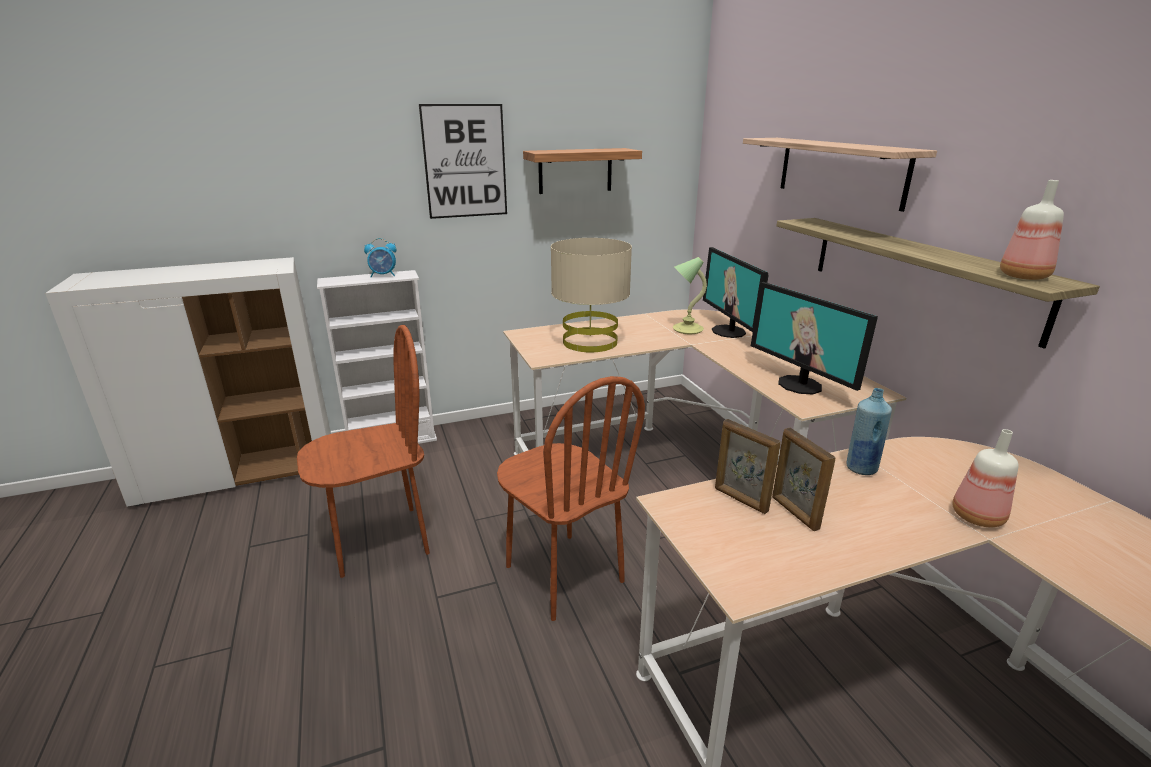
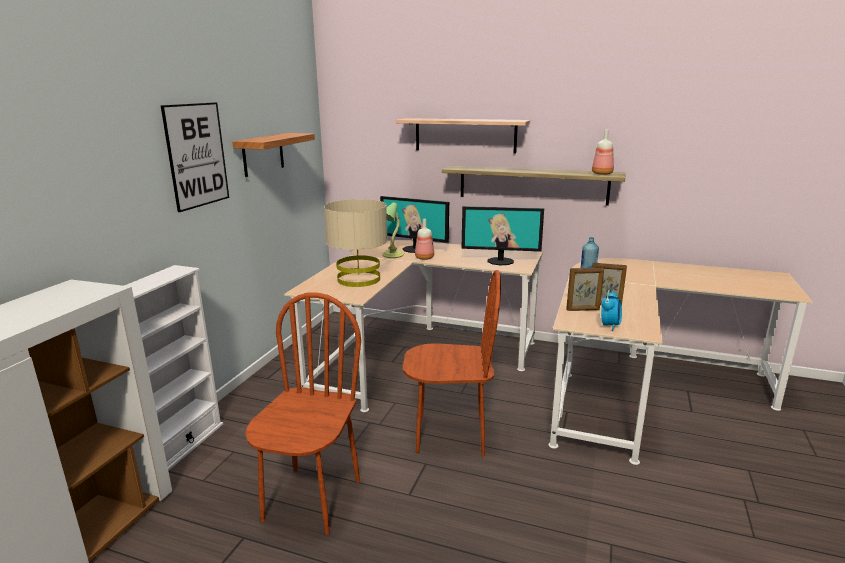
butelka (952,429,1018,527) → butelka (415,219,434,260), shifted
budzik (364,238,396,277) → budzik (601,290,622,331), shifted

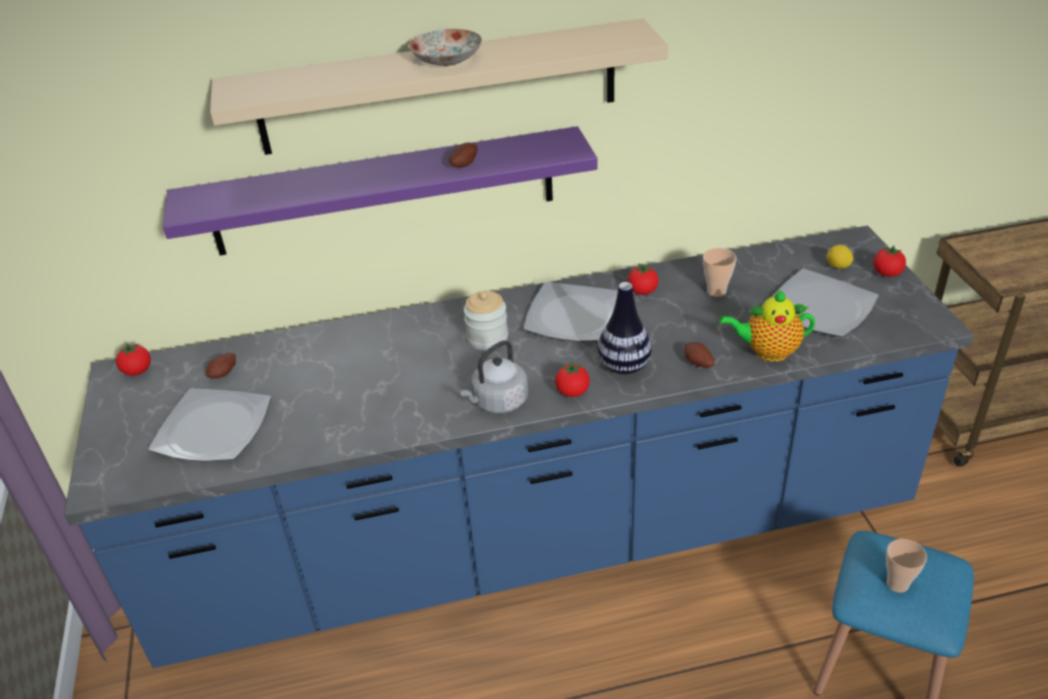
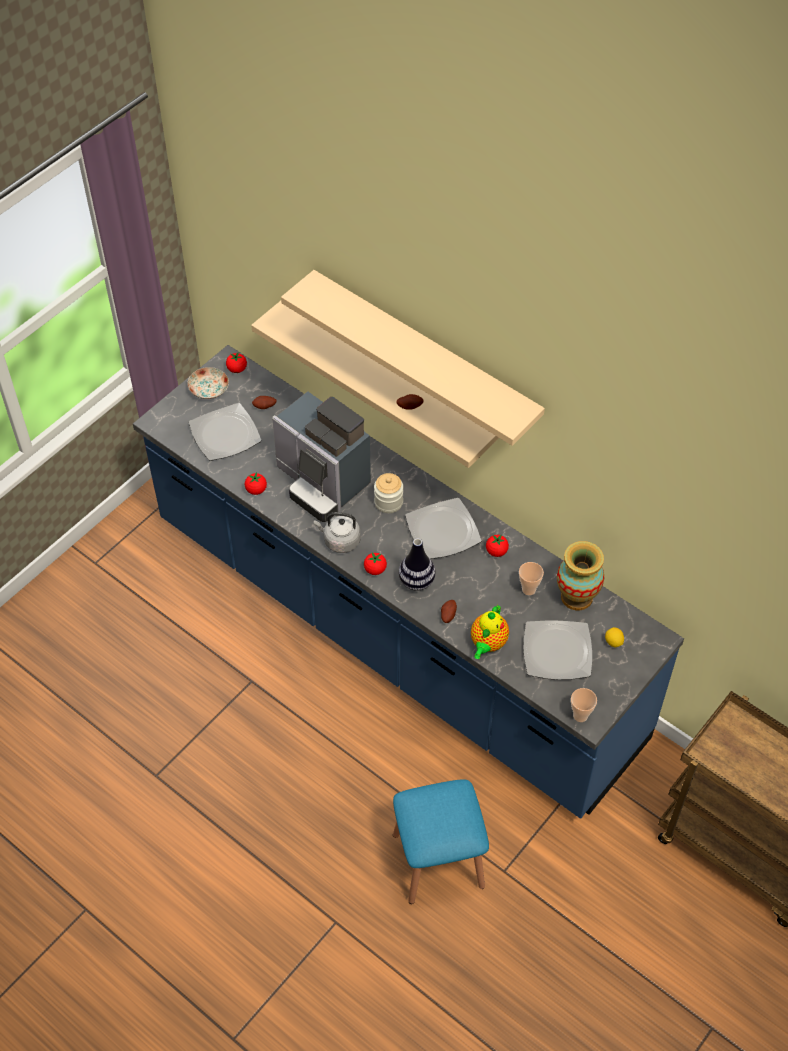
talerz (409,29,482,66) → talerz (187,367,229,399), shifted
pomidor (873,246,906,277) → pomidor (245,472,267,495), shifted
półka [fioletowy] (163,126,597,255) → półka [beżowy] (251,301,499,468)
- → ekspres do kawy (272,391,371,522)
imbryk (719,290,815,362) → imbryk (471,605,509,659), 120 degrees counterclockwise
- → wazon (557,541,604,610)
filiżanka (886,539,927,593) → filiżanka (571,688,597,722), shifted

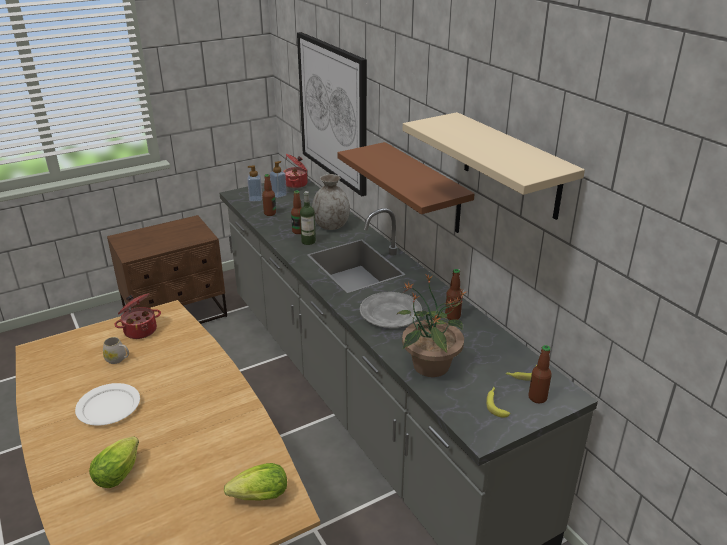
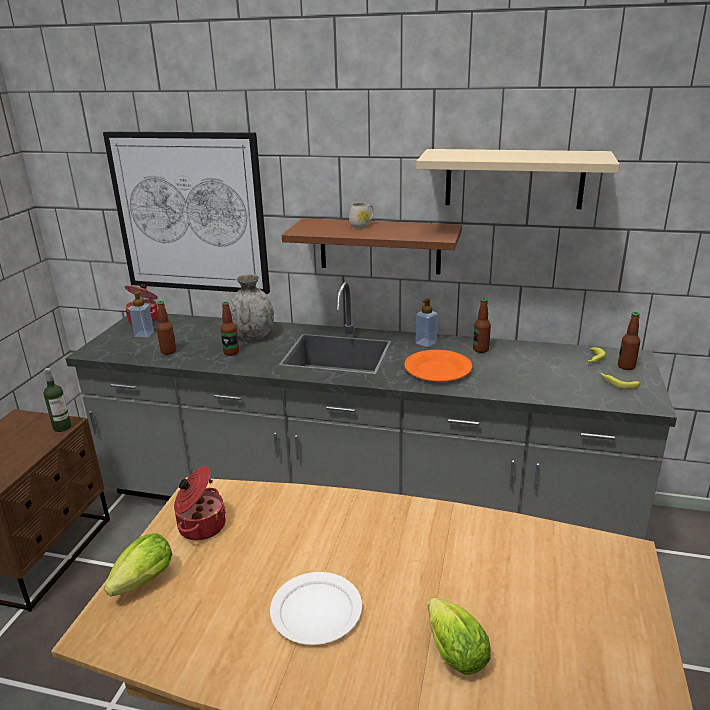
butelka (300,191,316,245) → butelka (43,368,71,432), shifted
sałata (224,463,287,501) → sałata (104,533,172,596), shifted
kubek [biały] (103,337,129,364) → kubek [biały] (349,202,374,228), shifted
talerz [szary] (360,292,422,328) → talerz [pomarańczowy] (404,350,472,381)
dozownik mydła (247,165,262,201) → dozownik mydła (416,298,438,347), shifted
roślina doniczkowa (396,275,468,377) → -

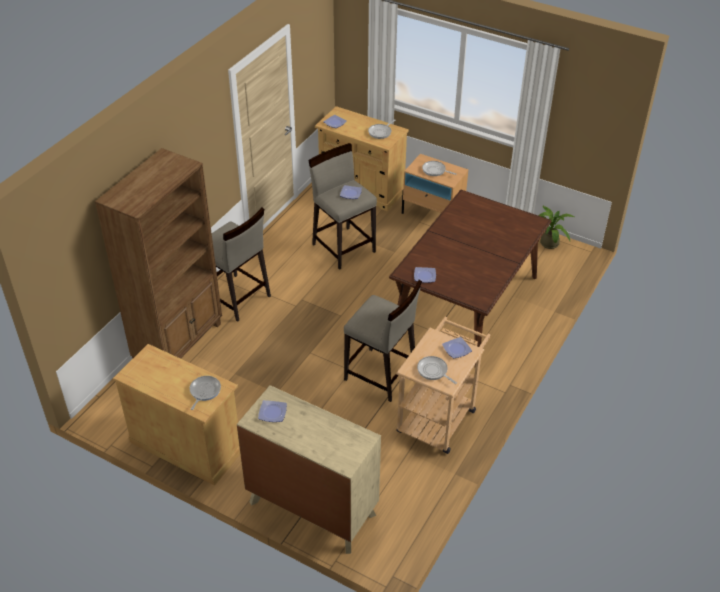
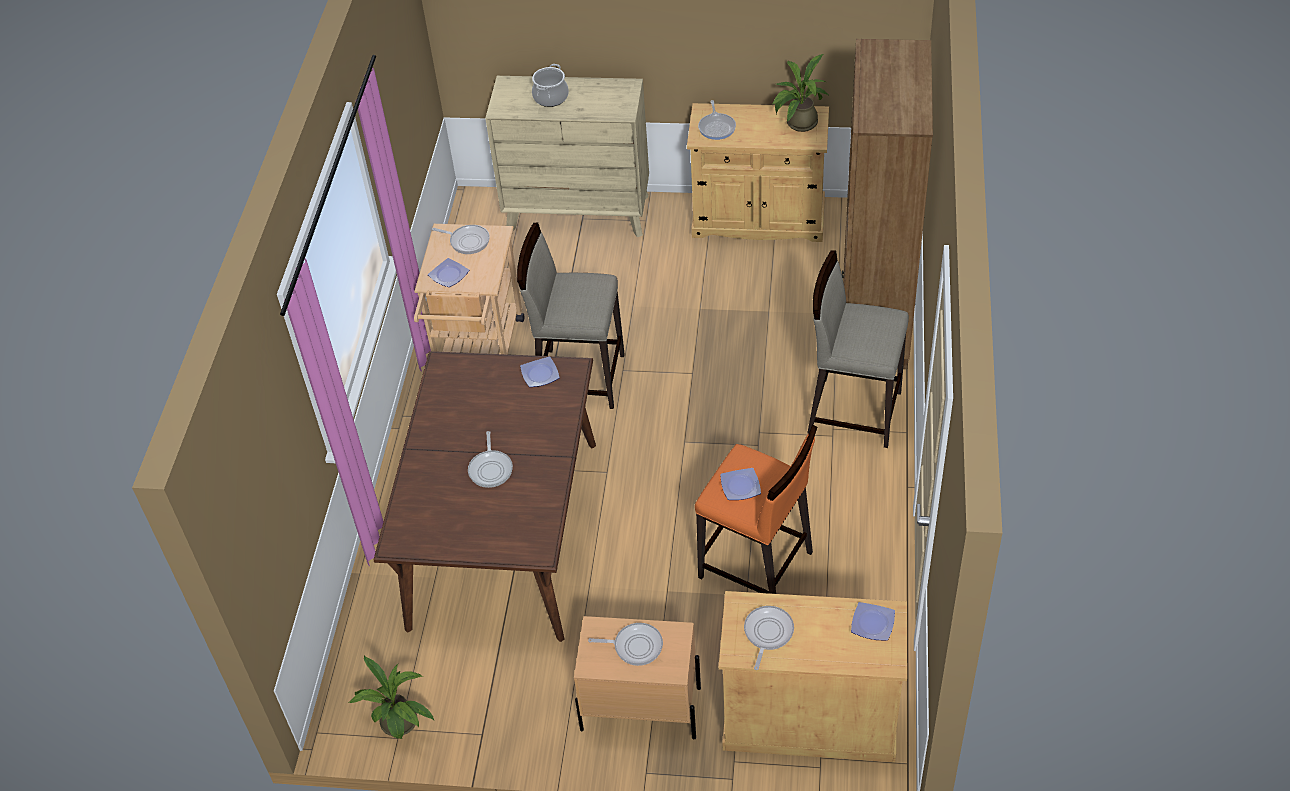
- → patelnia (468,431,513,488)
- → garnek (532,64,569,107)
stołek [beżowy] (308,143,377,270) → stołek [pomarańczowy] (695,425,817,594)
- → roślina doniczkowa (772,54,828,132)
talerz (258,400,287,422) → -

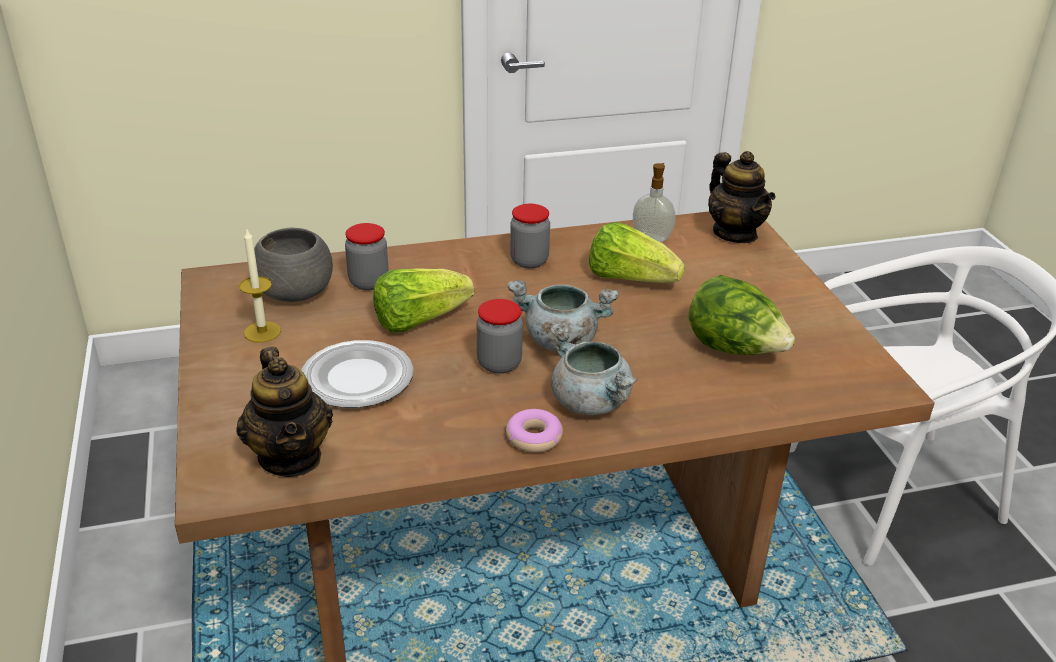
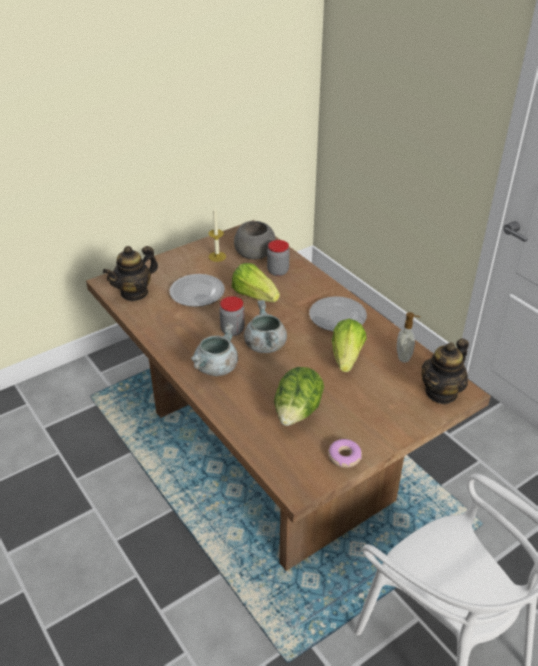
słoik (510,204,550,268) → talerz (309,296,367,332)
donut (506,409,563,453) → donut (328,439,362,468), shifted

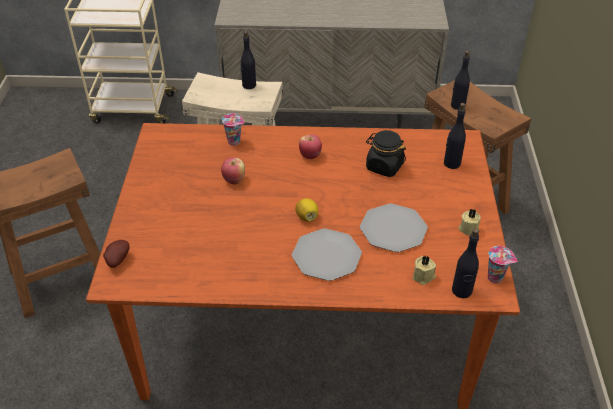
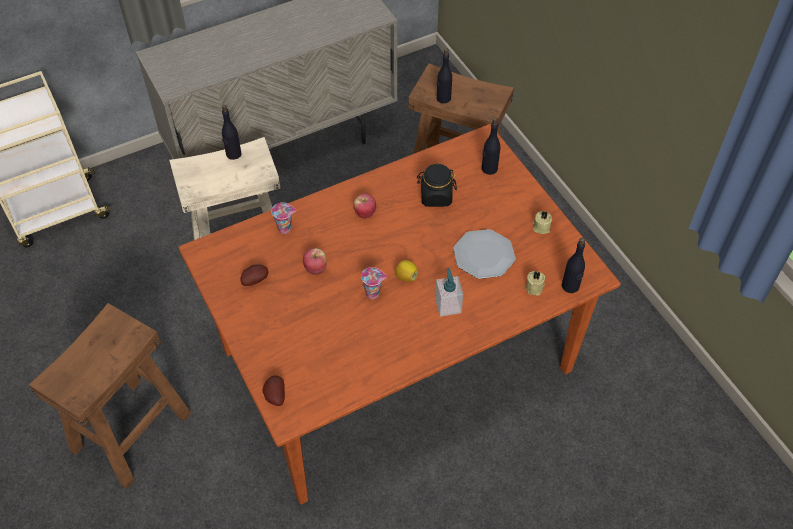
- → ziemniak (240,265,268,286)
filiżanka (488,246,517,284) → filiżanka (361,267,387,299), shifted
talerz (292,228,362,281) → dozownik mydła (435,268,463,317)

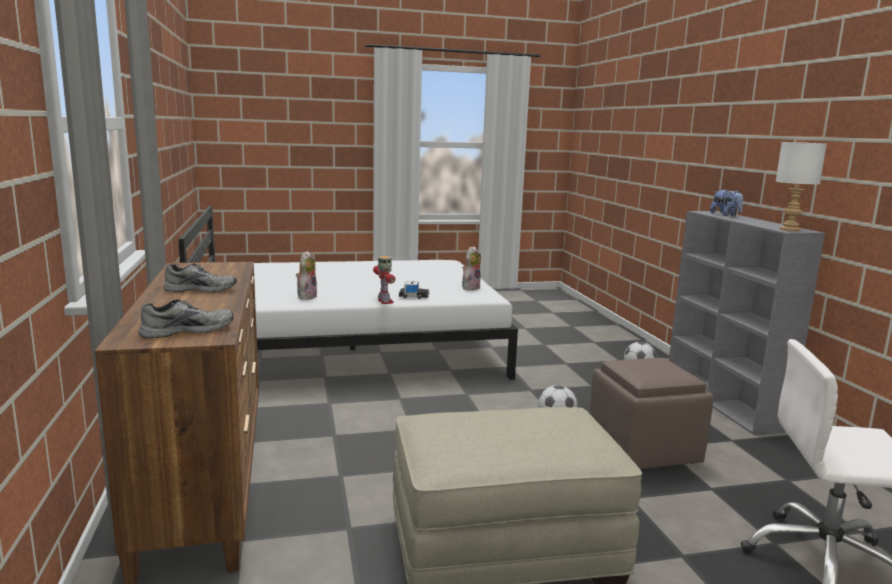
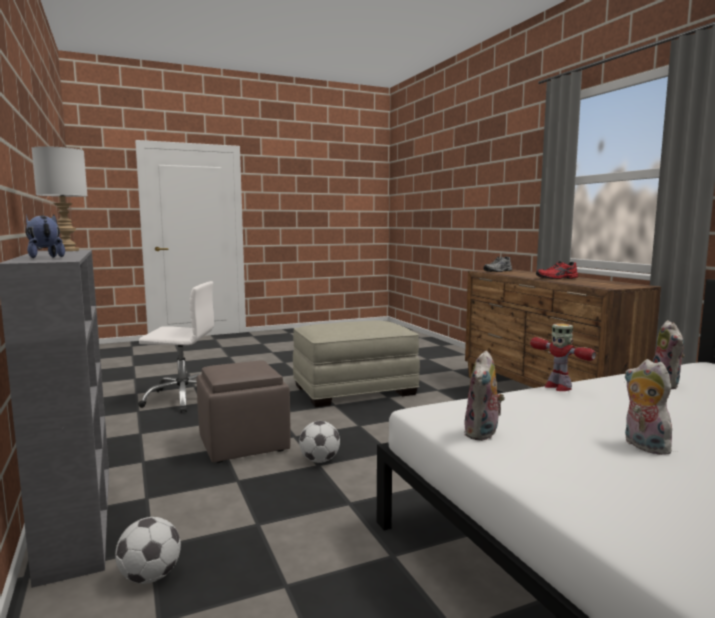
but [szary] (163,263,237,293) → but [czerwony] (536,261,578,279)
- → pluszak (625,359,674,455)
samochodzik (398,280,429,299) → -

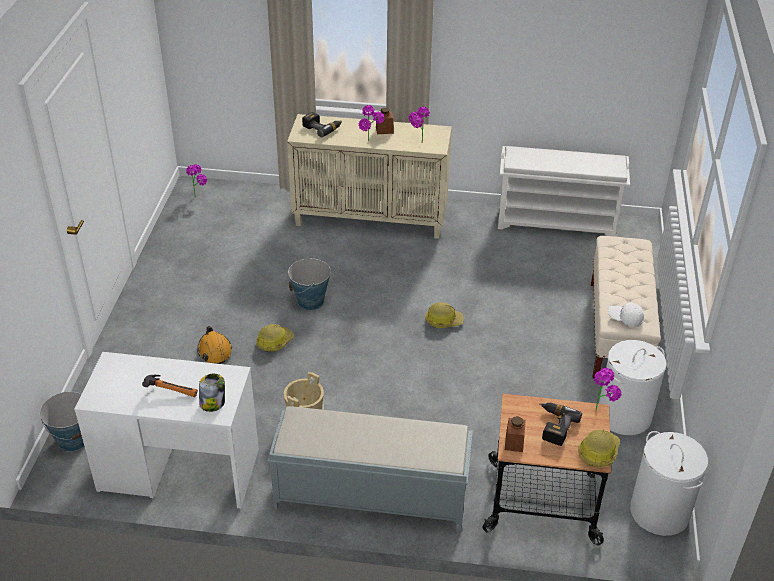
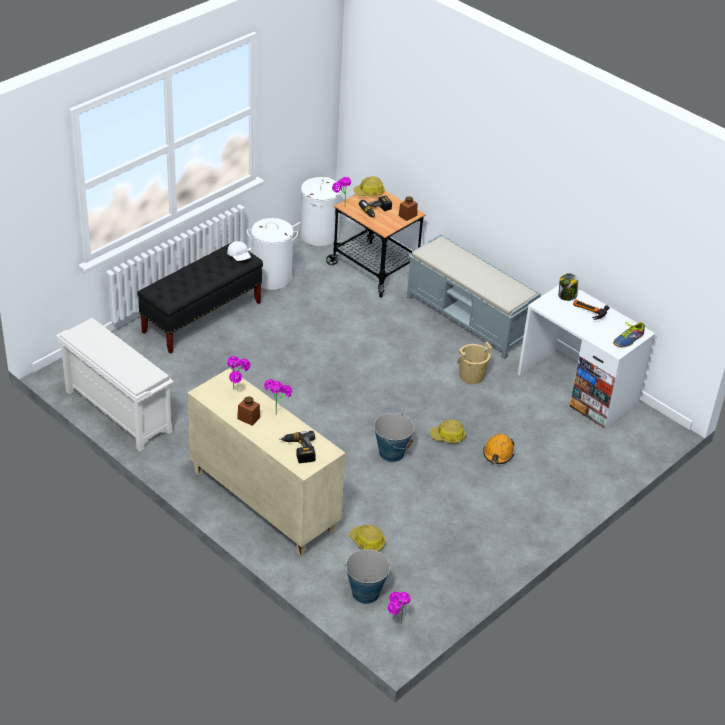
ławka [beżowy] (591,236,661,378) → ławka [czarny] (138,242,263,354)
wiadro (39,391,84,452) → wiadro (345,549,391,604), shifted
kask (425,302,464,328) → kask (349,525,385,551), shifted
- → but (613,319,645,347)

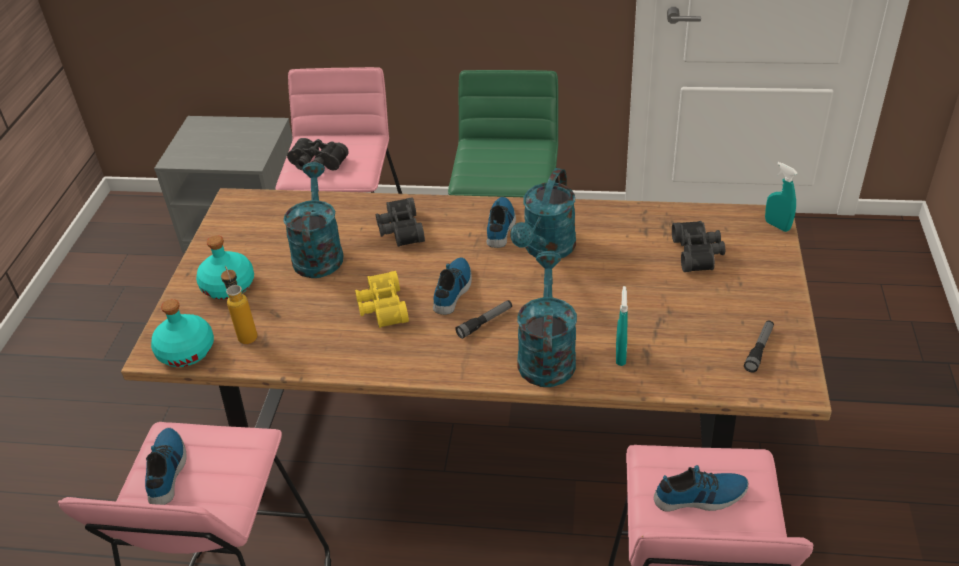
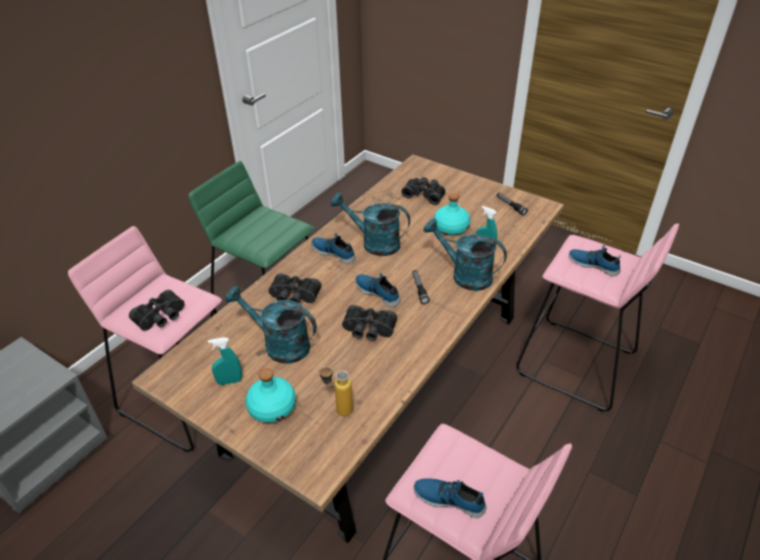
spryskiwacz [turkusowy] (765,162,798,232) → spryskiwacz [turkusowy] (208,337,242,385), shifted
konewka [turkusowy] (510,168,576,258) → konewka [turkusowy] (330,192,410,256), 150 degrees clockwise
lornetka [żółty] (355,271,409,328) → lornetka [czarny] (342,305,397,341)
butelka [turkusowy] (151,299,214,367) → butelka [turkusowy] (434,193,470,235), shifted
but (654,465,748,512) → but (569,245,621,276), 75 degrees counterclockwise

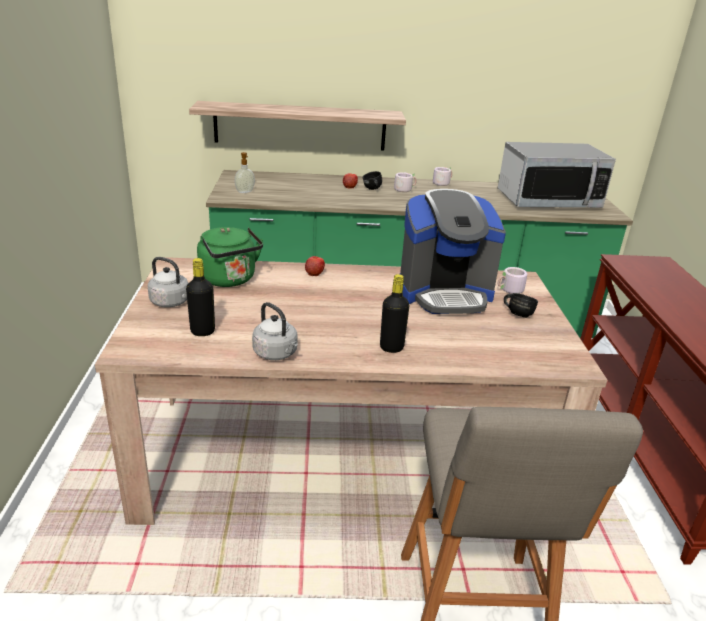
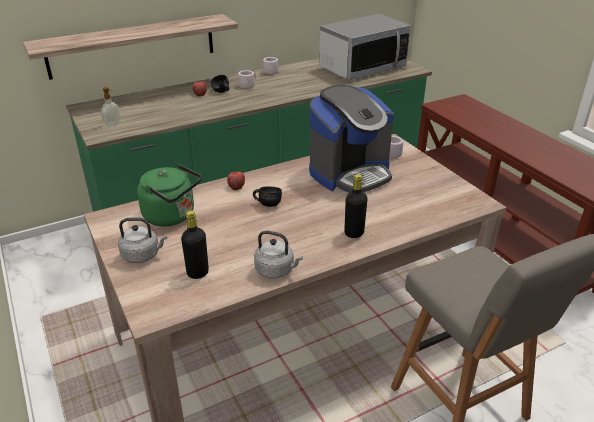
kubek [czarny] (504,293,538,318) → kubek [czarny] (253,186,282,207), shifted

